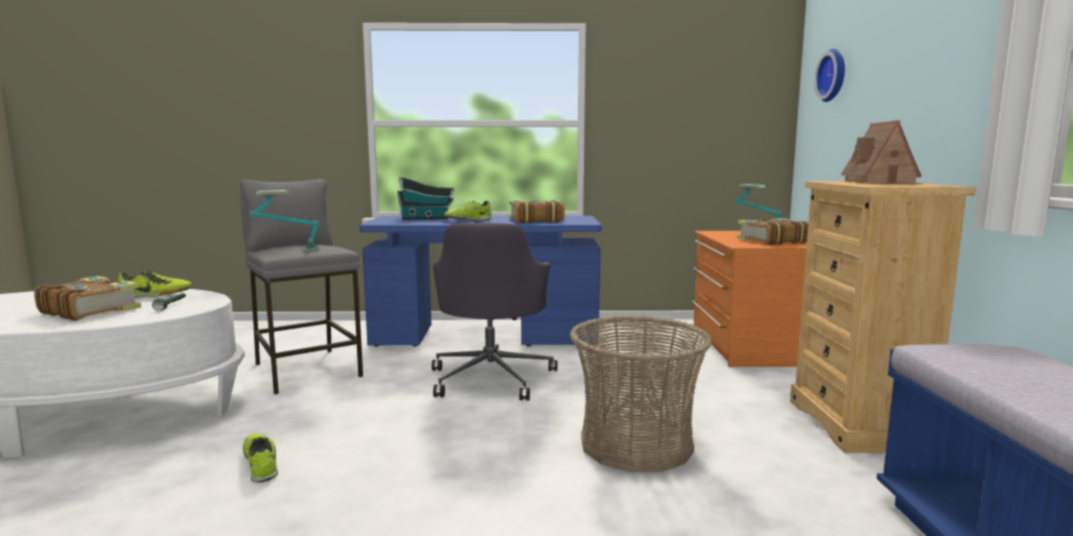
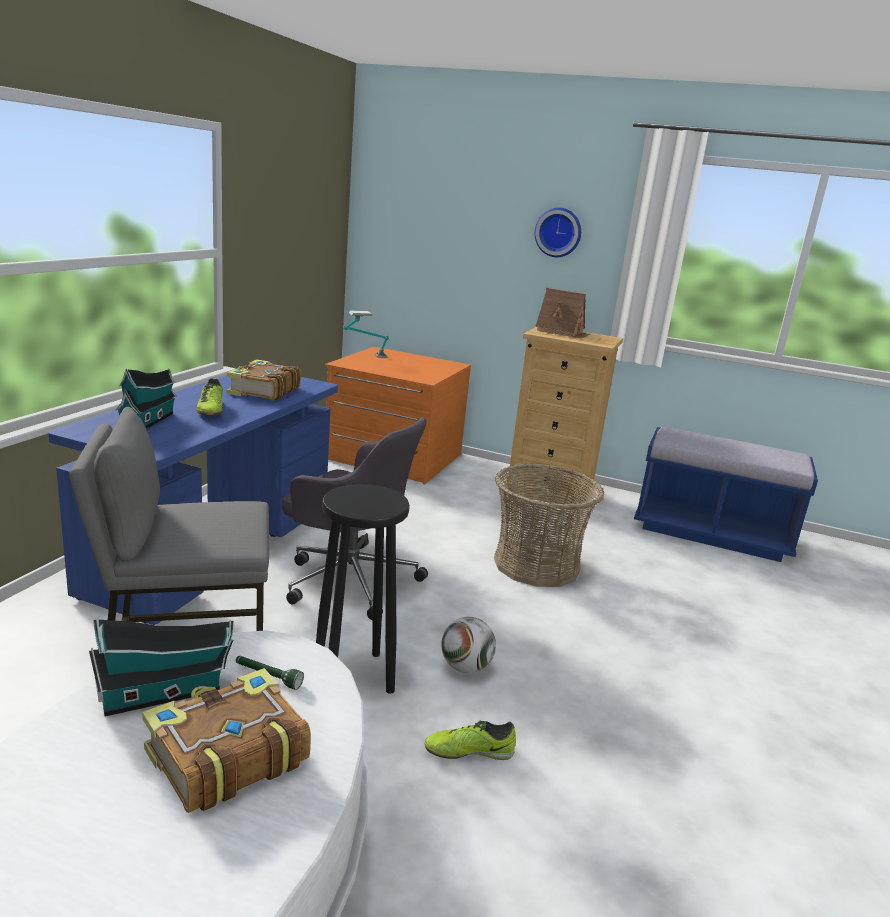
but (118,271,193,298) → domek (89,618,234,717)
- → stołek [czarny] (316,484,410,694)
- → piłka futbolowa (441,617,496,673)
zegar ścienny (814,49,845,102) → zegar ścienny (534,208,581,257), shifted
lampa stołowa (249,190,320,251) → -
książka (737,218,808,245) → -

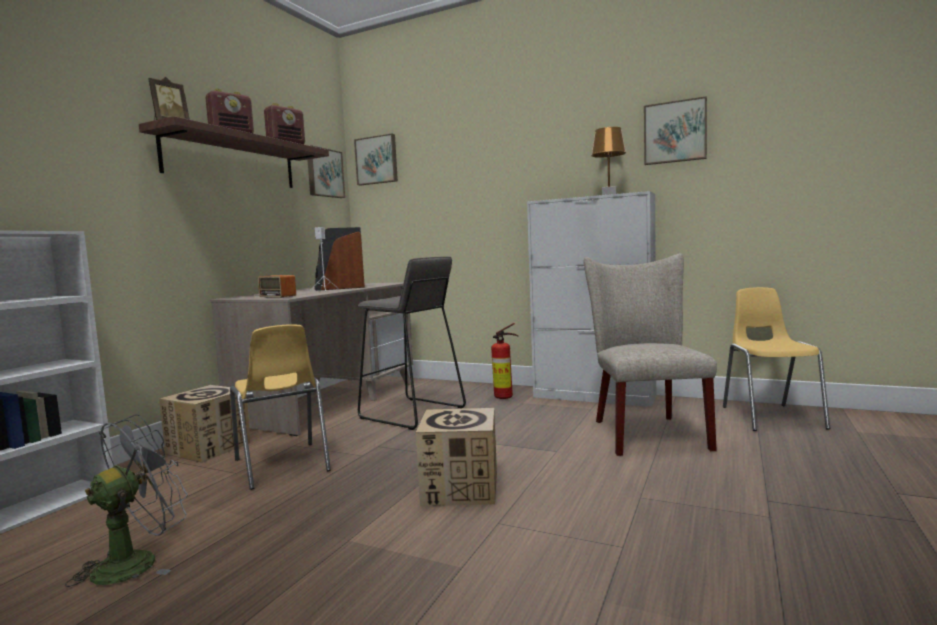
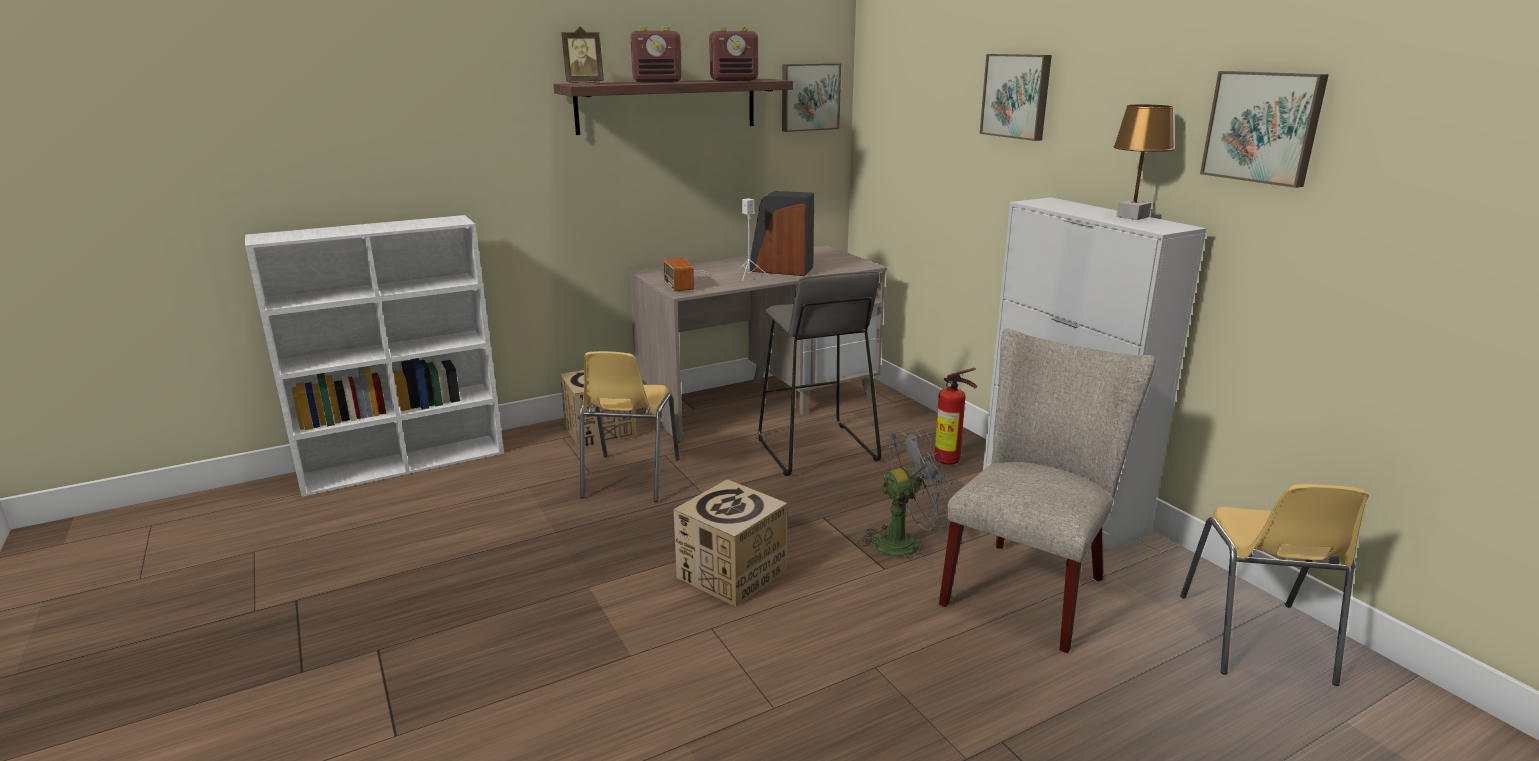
wentylator [szary] (65,414,188,587) → wentylator [szary] (858,428,952,563), shifted
obraz (354,134,398,186) → obraz (980,54,1052,141), shifted
krzesło [żółty] (723,287,830,431) → krzesło [żółty] (1180,484,1369,686), 150 degrees clockwise

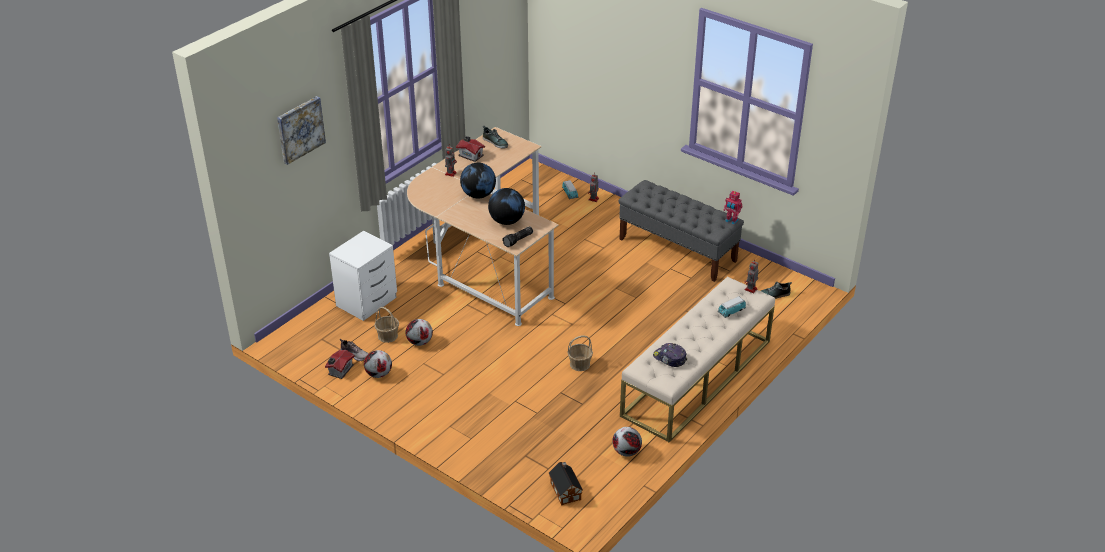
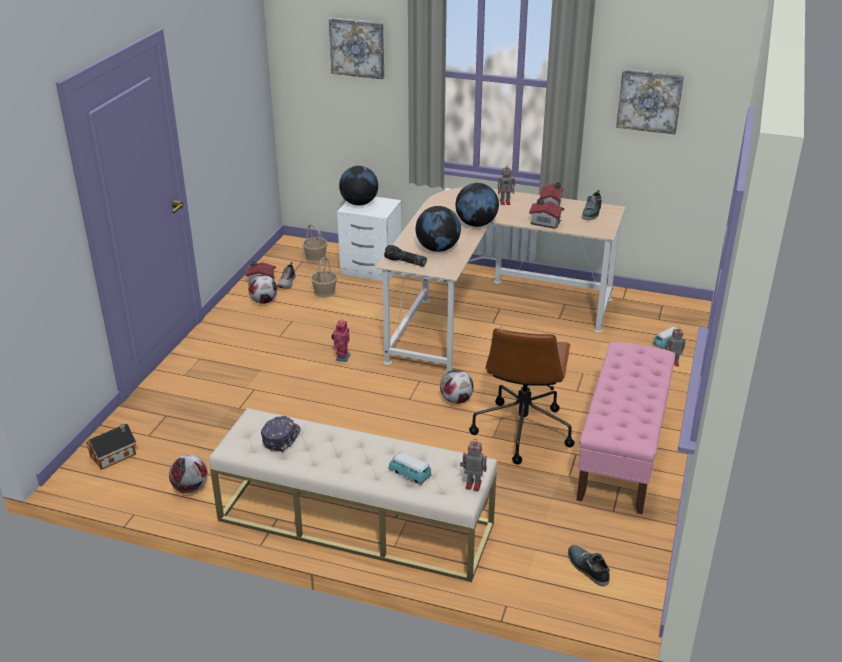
koszyk (568,335,593,371) → koszyk (303,224,327,262), shifted
robot zabawkowy (724,191,743,225) → robot zabawkowy (331,319,350,362), shifted
- → globus (339,166,378,205)
piłka futbolowa (406,319,433,346) → piłka futbolowa (440,370,474,404), shifted
- → krzesło biurowe [brązowy] (469,328,575,464)
- → domek (529,198,564,229)
ławka [szary] (618,180,744,282) → ławka [różowy] (577,342,675,514)
- → obraz (616,69,684,134)

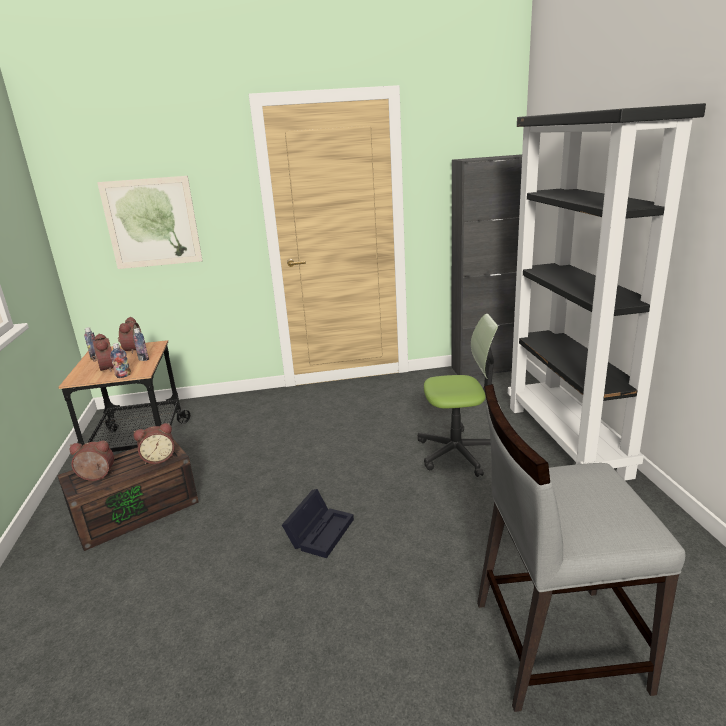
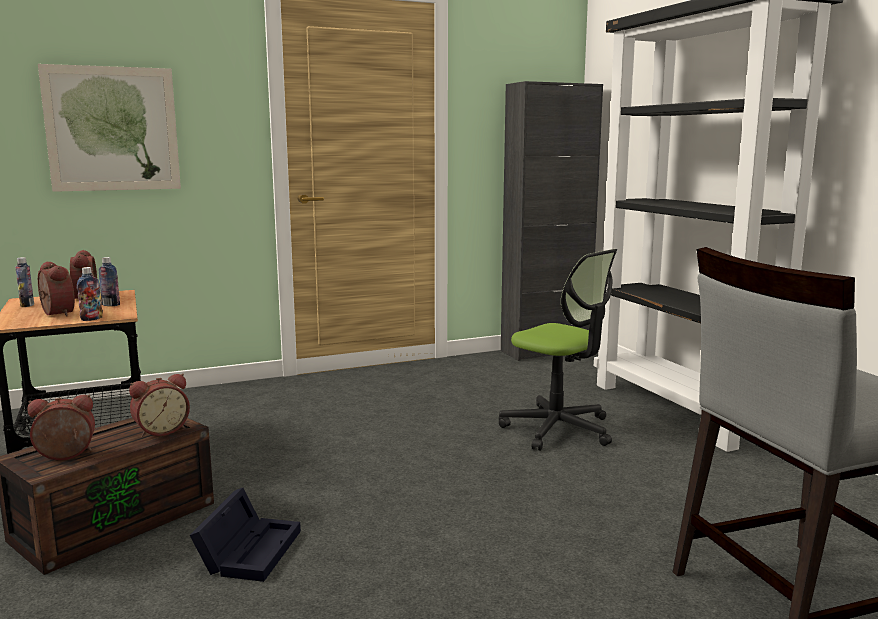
pojemnik do przechowywania [czarny] (282,489,354,558) → pojemnik do przechowywania [czarny] (190,488,301,582), shifted
krzesło biurowe (418,314,498,477) → krzesło biurowe (499,249,617,451), 60 degrees clockwise

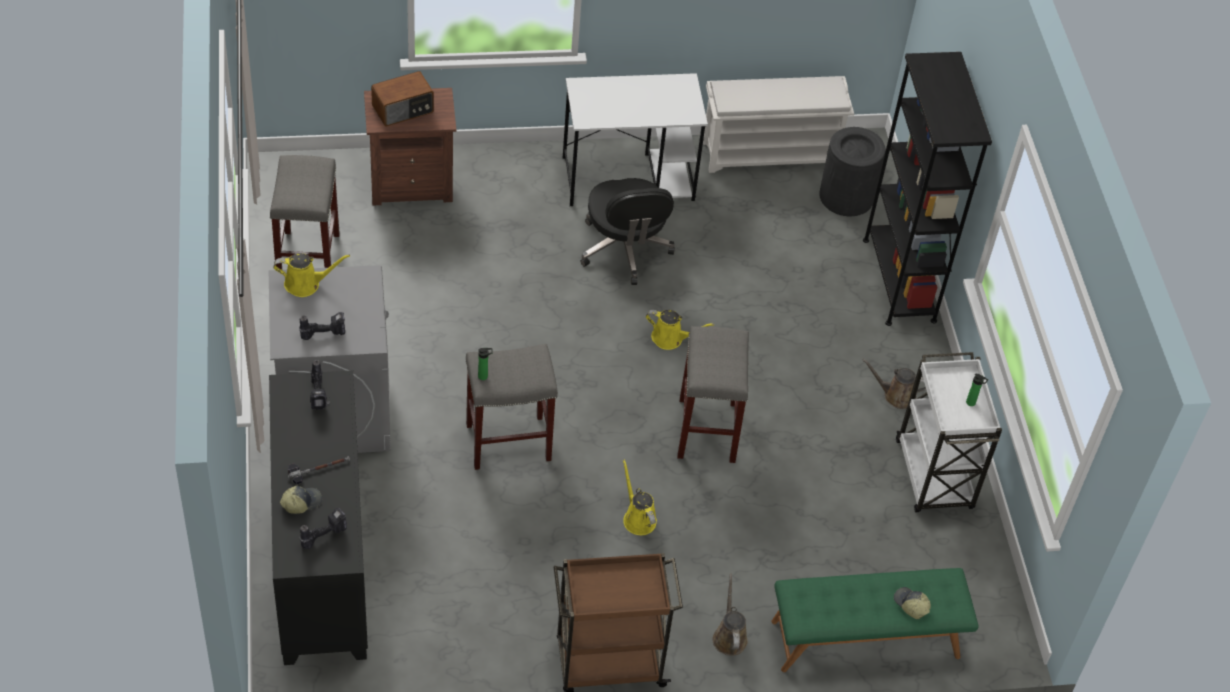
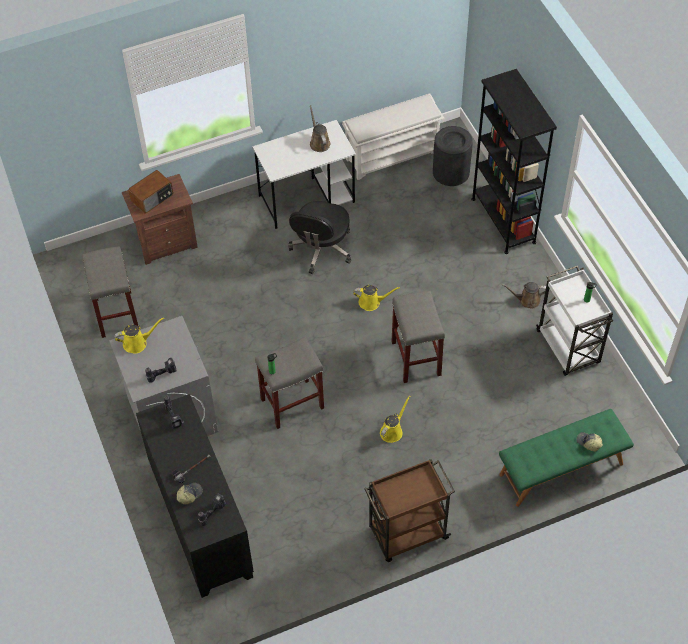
krzesło biurowe [czarny] (580,178,675,285) → krzesło biurowe [czarny] (288,201,352,274), 45 degrees clockwise
konewka [brązowy] (713,573,748,656) → konewka [brązowy] (310,105,331,152), shifted
konewka [żółty] (623,459,657,535) → konewka [żółty] (380,395,410,443), 75 degrees clockwise

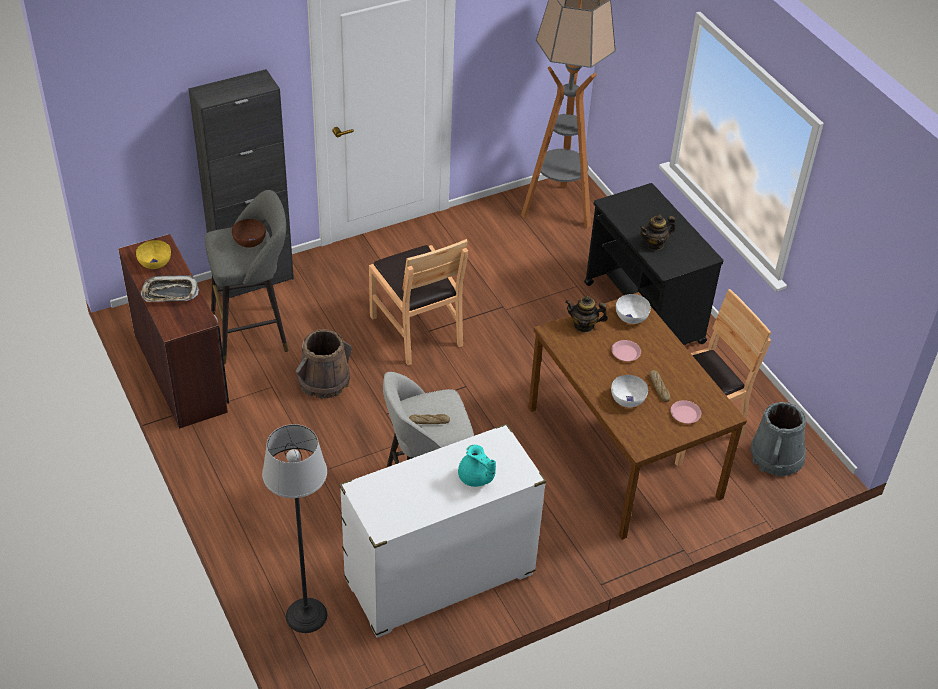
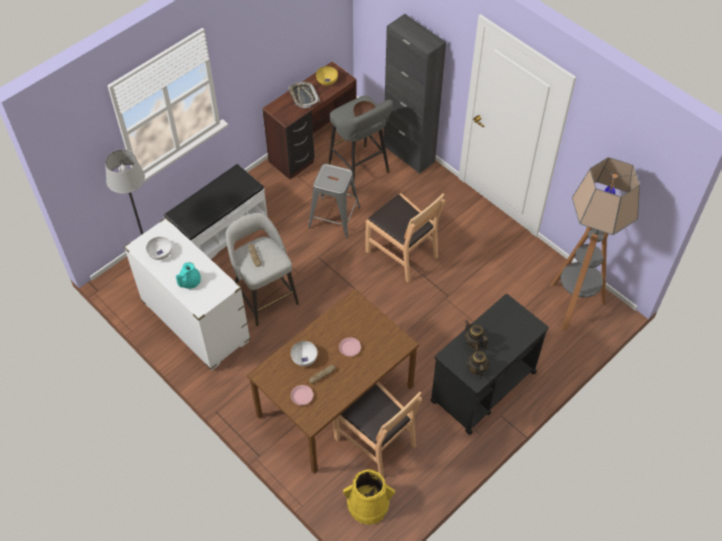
miska [biały] (616,294,651,324) → miska [biały] (146,237,172,260), shifted
- → ławka [biały] (164,164,268,259)
wiadro [brązowy] (296,329,352,399) → stołek [szary] (308,164,360,238)
wiadro [szary] (750,402,806,476) → wiadro [żółty] (343,469,395,525)
krzesło [brązowy] (369,239,468,365) → krzesło [brązowy] (365,193,445,282), 90 degrees counterclockwise
imbryk (565,296,608,333) → imbryk (466,344,490,379), shifted

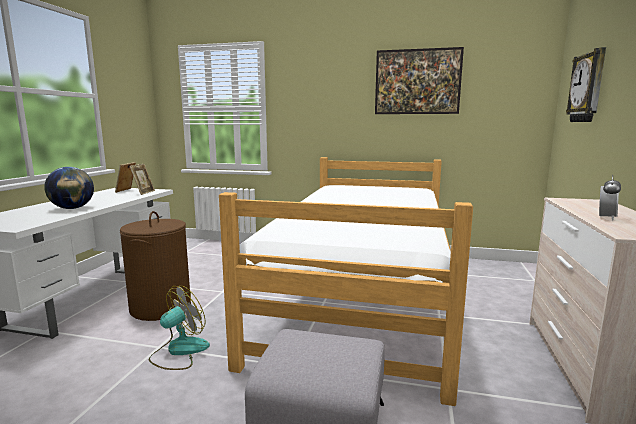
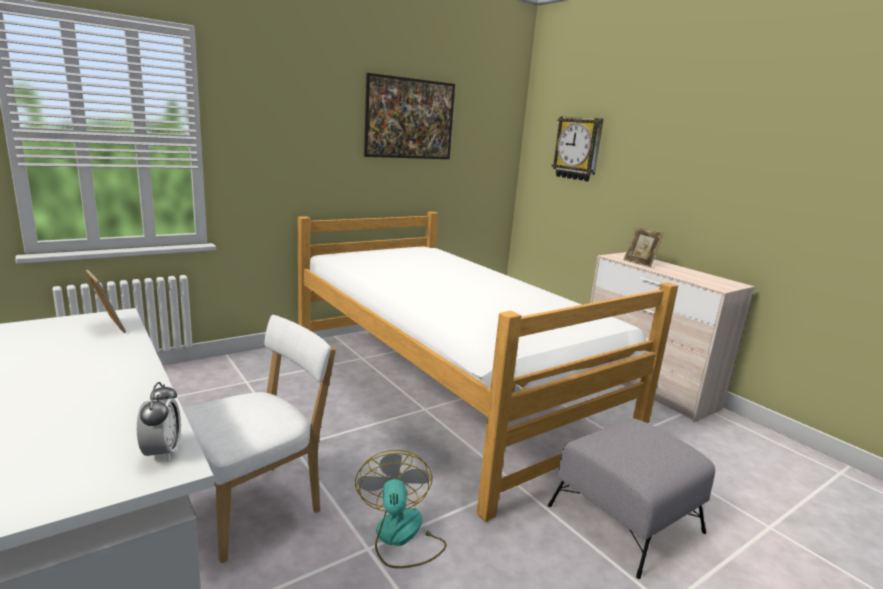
budzik (599,175,621,220) → budzik (137,382,181,462), shifted
kosz na pranie [brązowy] (120,211,190,321) → krzesło [biały] (183,315,336,564)
ramka na zdjęcie (115,162,136,193) → ramka na zdjęcie (623,226,664,267), shifted
globus (44,167,94,209) → -

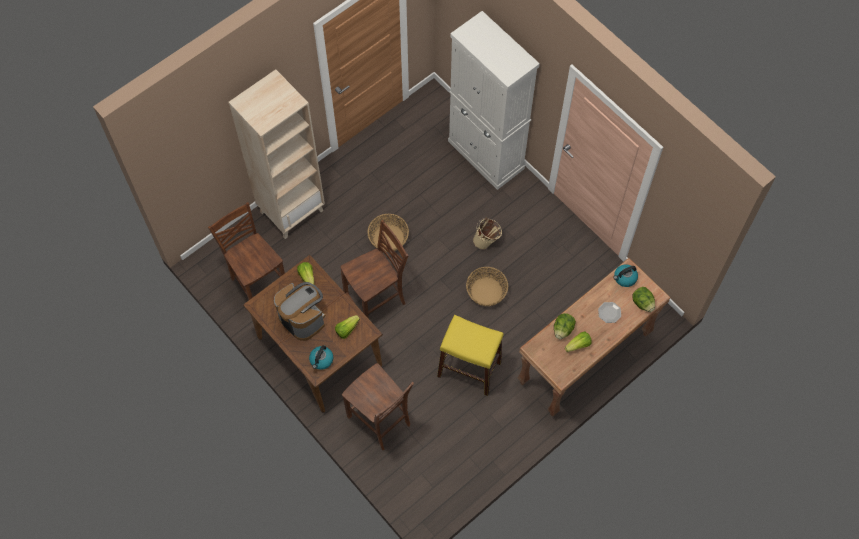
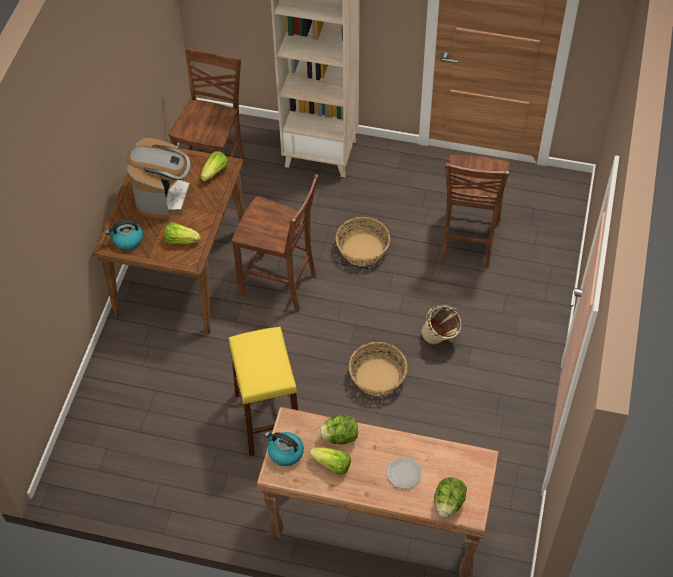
czajnik (613,264,638,287) → czajnik (264,432,304,466), shifted
krzesło [brązowy] (342,363,414,450) → krzesło [brązowy] (442,154,509,268), shifted
szafka [biały] (448,11,540,190) → -

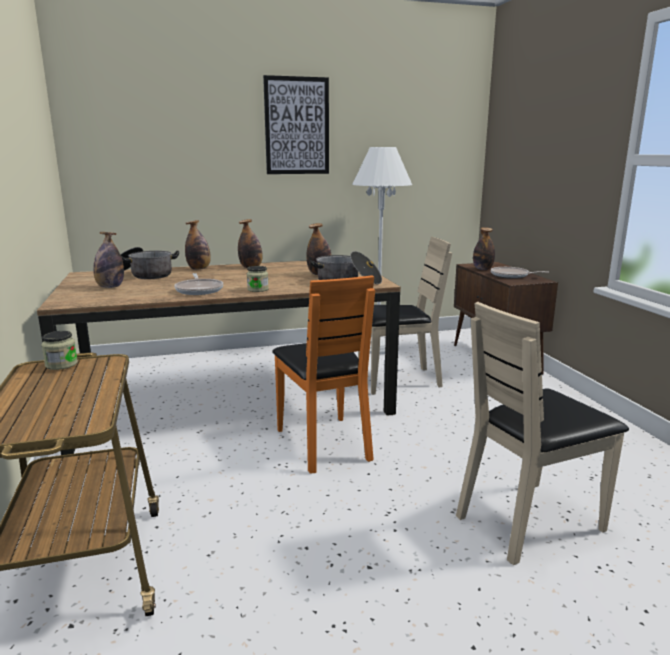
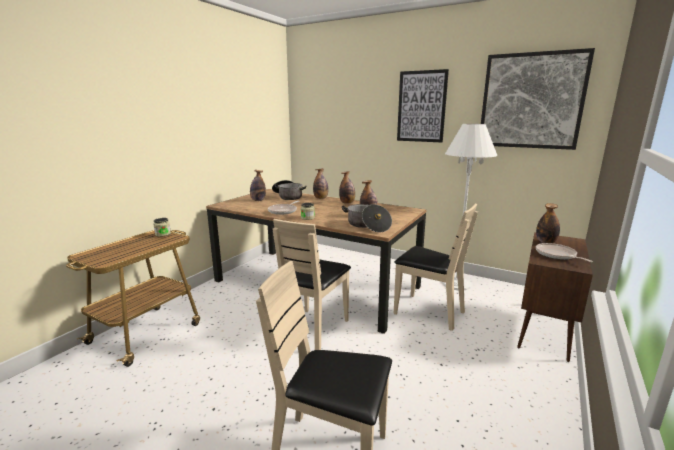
krzesło [pomarańczowy] (272,275,375,474) → krzesło [beżowy] (273,219,351,350)
- → obraz (481,48,595,150)

